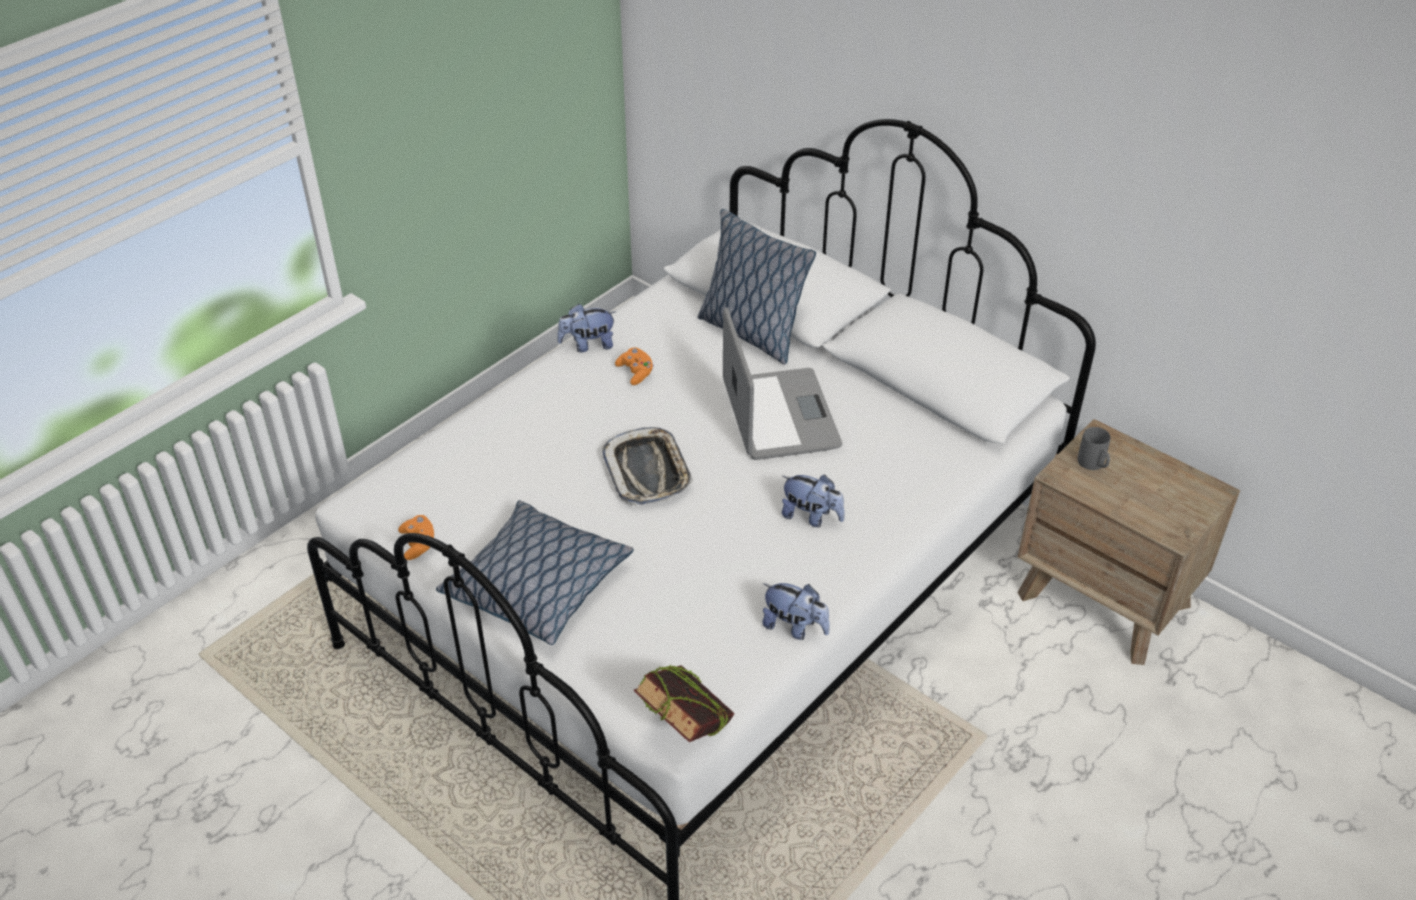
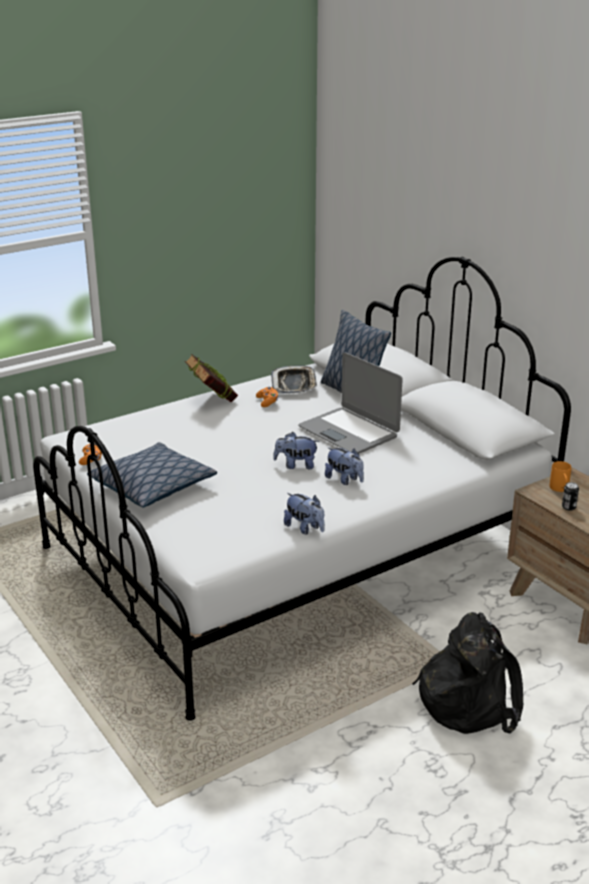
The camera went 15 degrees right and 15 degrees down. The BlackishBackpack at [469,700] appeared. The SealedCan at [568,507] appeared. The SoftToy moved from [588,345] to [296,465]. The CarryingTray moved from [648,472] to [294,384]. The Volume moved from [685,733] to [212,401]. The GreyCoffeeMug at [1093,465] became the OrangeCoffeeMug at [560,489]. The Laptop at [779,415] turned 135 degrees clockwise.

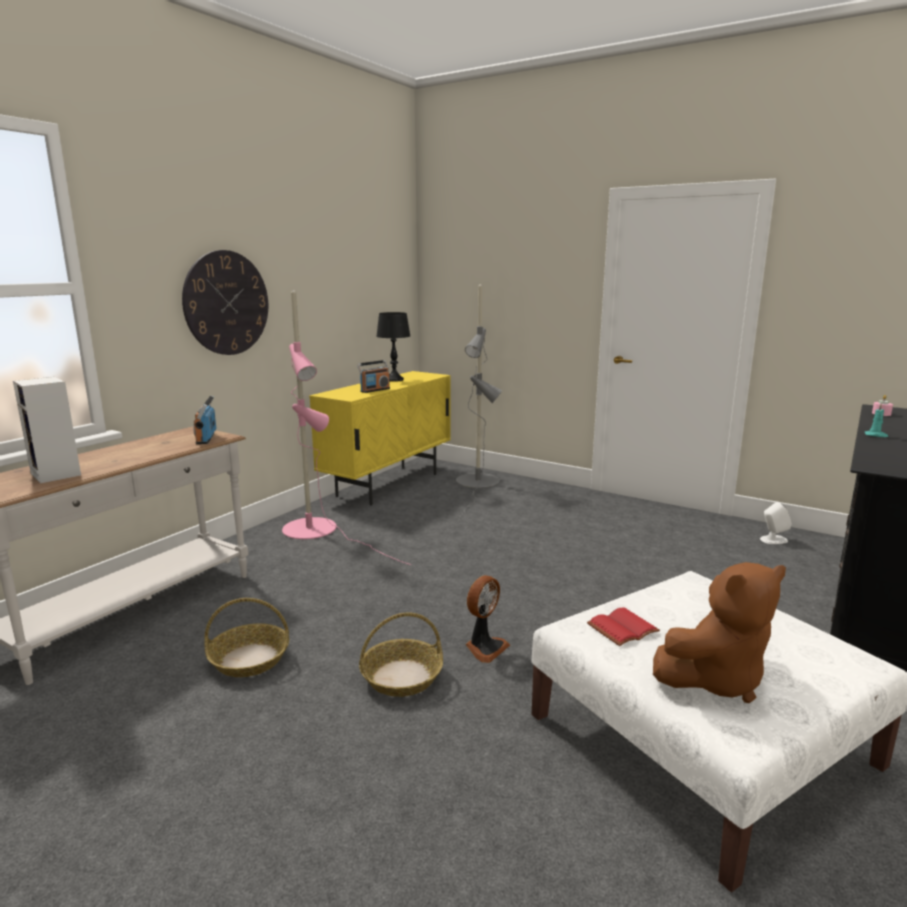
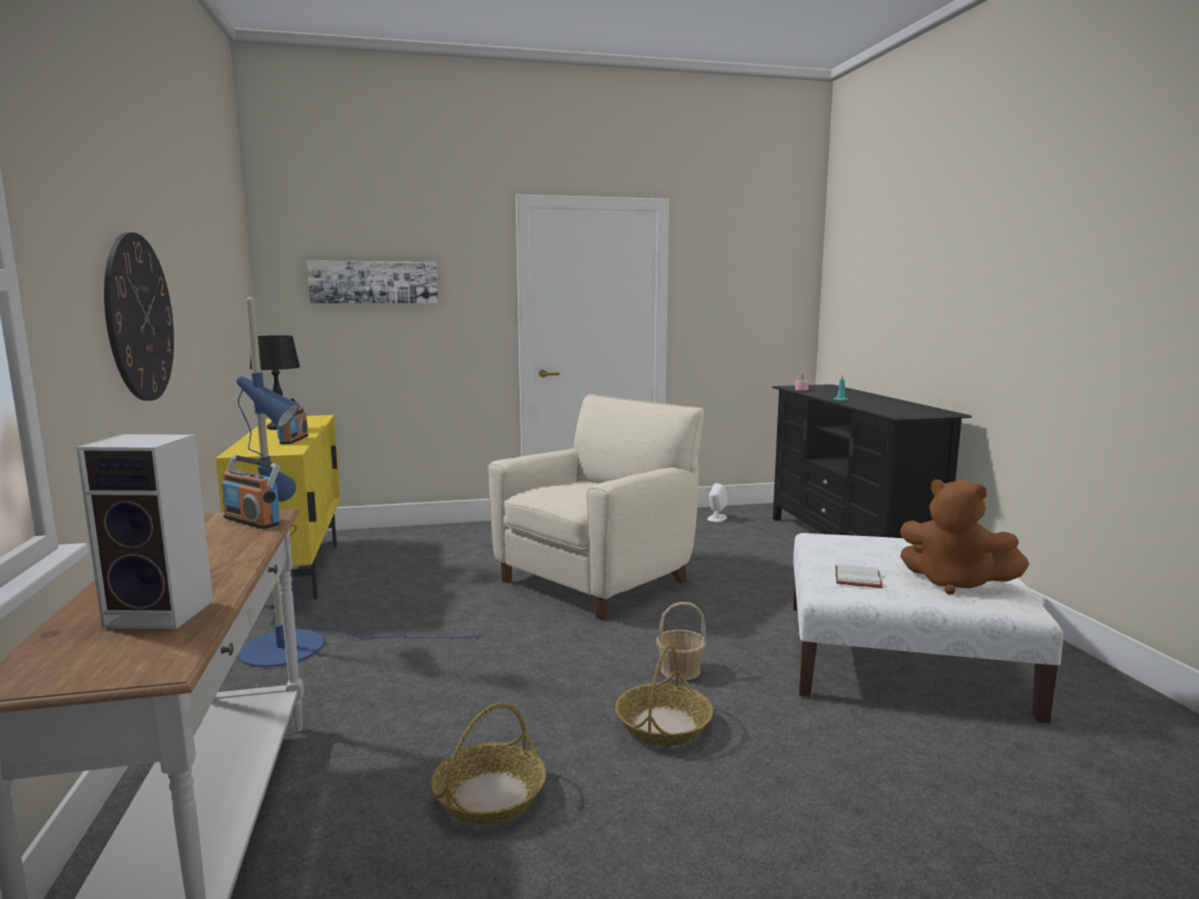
The camera went 45 degrees left and 5 degrees down. The GreyStandardLamp at [477,484] disappeared. The WallArt at [374,282] appeared. The BeigeColouredArmchair at [597,580] appeared. The ElectricFan at [485,647] was replaced by the StorageBasket at [680,670]. The PinkishStandardLamp at [318,531] became the BlueStandardLamp at [302,646]. The RedVolume at [623,629] became the WhitishVolume at [859,578]. The BrownColouredSoftToy at [715,679] turned 105 degrees clockwise.

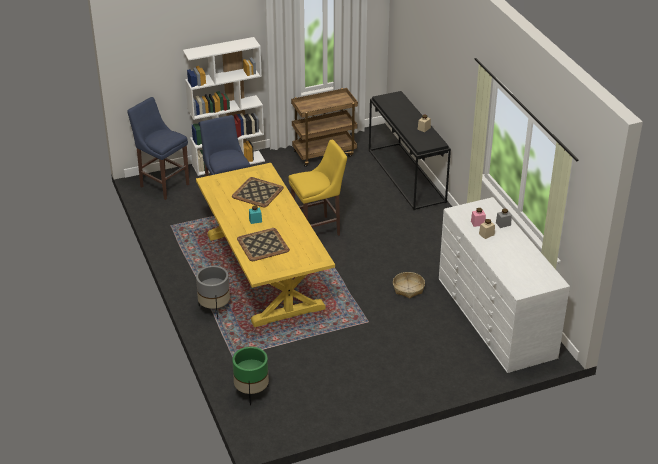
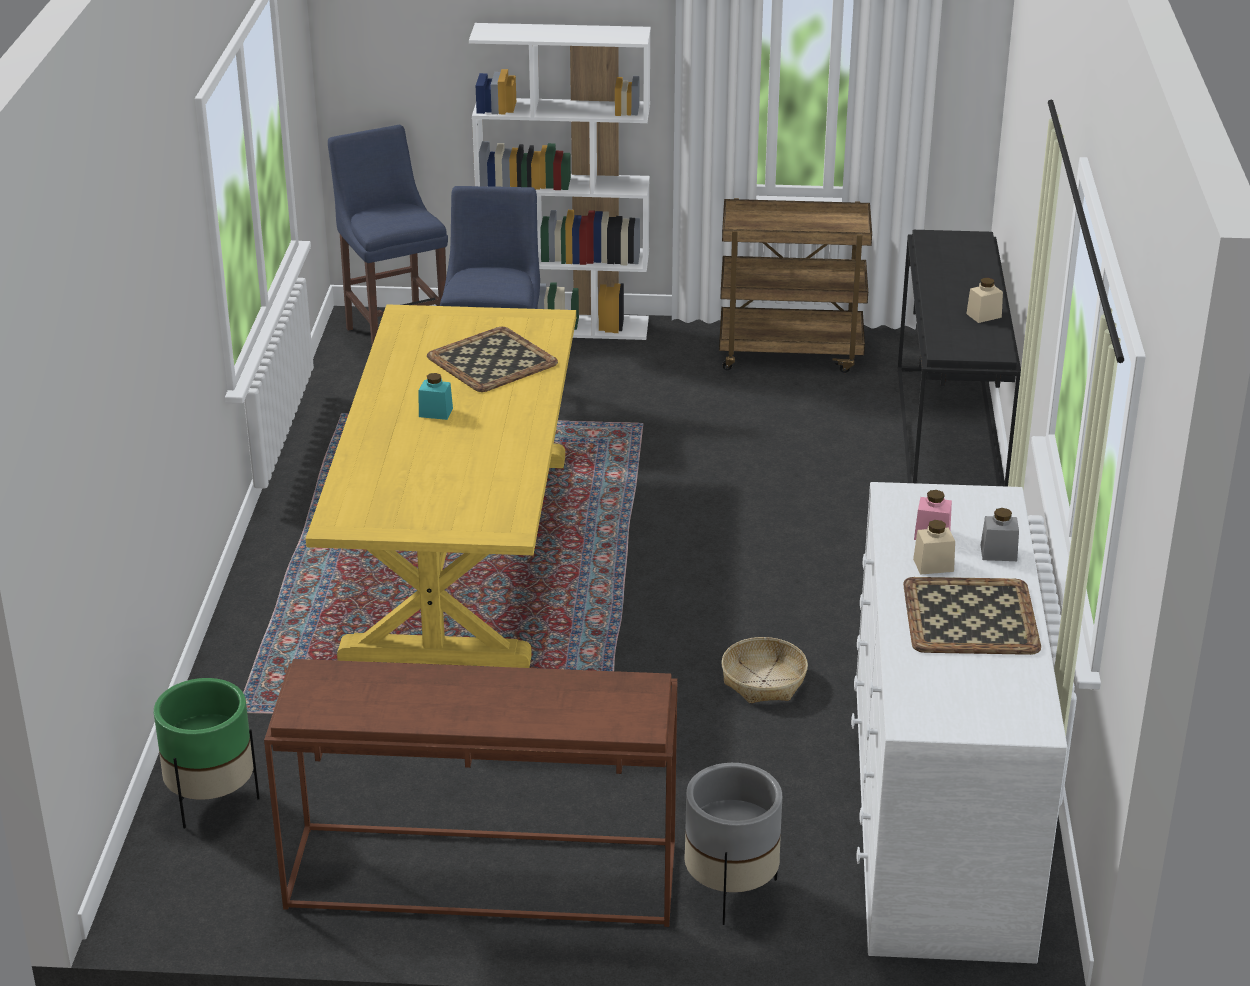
The camera went 25 degrees right and 5 degrees down. The YellowStoolSeat at [318,229] disappeared. The BrownColouredNarrowTable at [479,878] appeared. The GreyFlowerPot moved from [214,308] to [731,890]. The CarryingTray moved from [263,244] to [971,616].

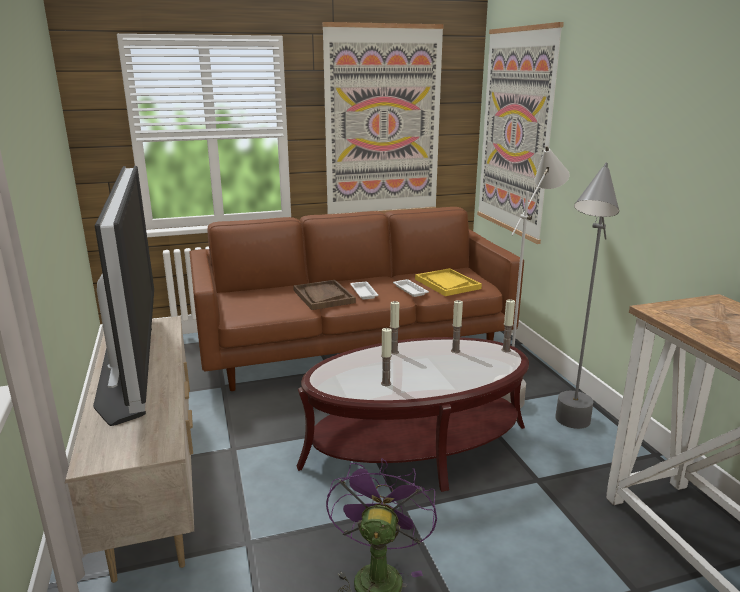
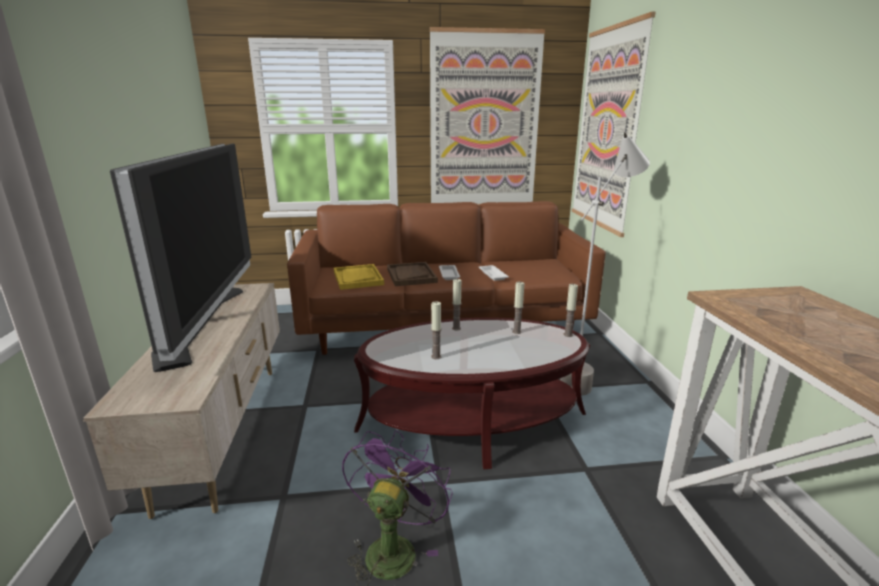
The camera went 10 degrees right and 0 degrees up. The GreyStandardLamp at [568,434] disappeared. The YellowCarryingTray moved from [447,284] to [358,278].

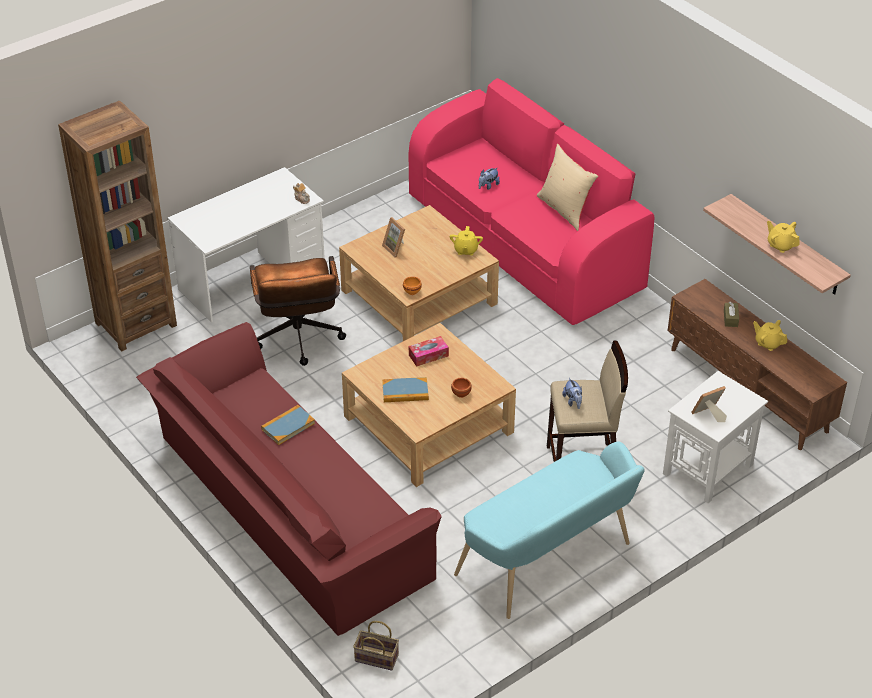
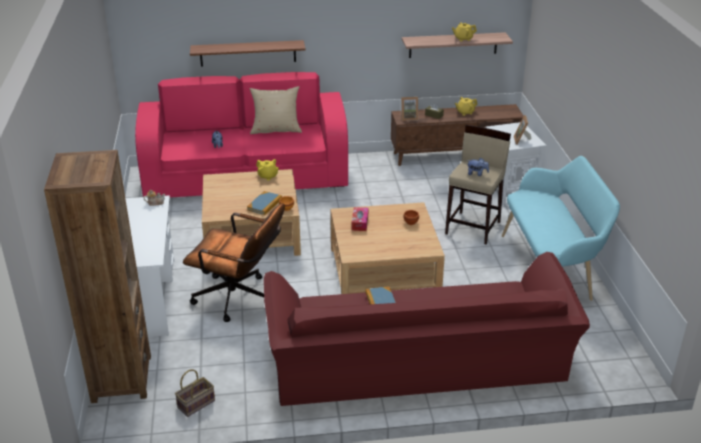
The camera went 60 degrees left and 10 degrees down. The BracketShelf at [248,53] appeared. The StorageBasket moved from [375,658] to [196,405]. The PictureFrame moved from [396,248] to [409,118]. The Volume moved from [405,392] to [264,204].

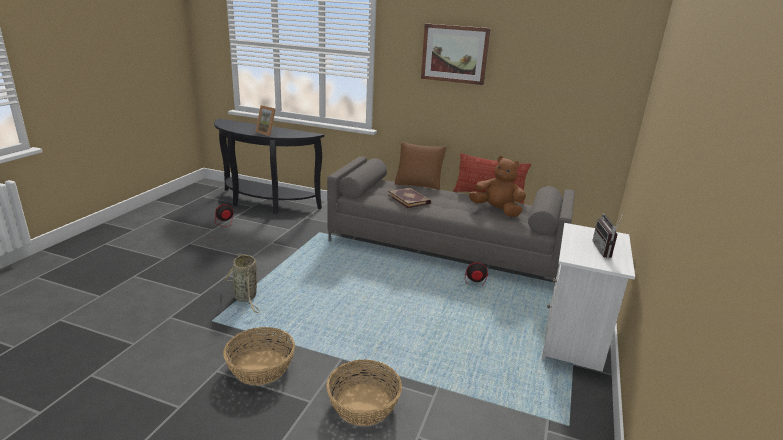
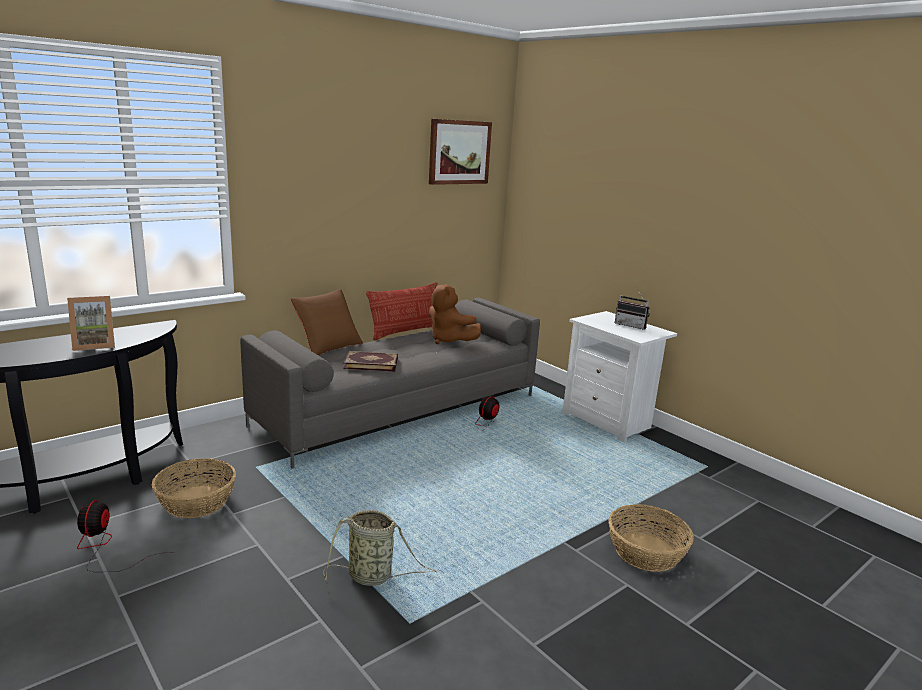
The camera went 60 degrees left and 5 degrees down. The StorageBasket moved from [261,367] to [196,501]. The WallArt moved from [454,54] to [459,152]. The BrownColouredSoftToy at [497,210] turned 105 degrees counterclockwise.

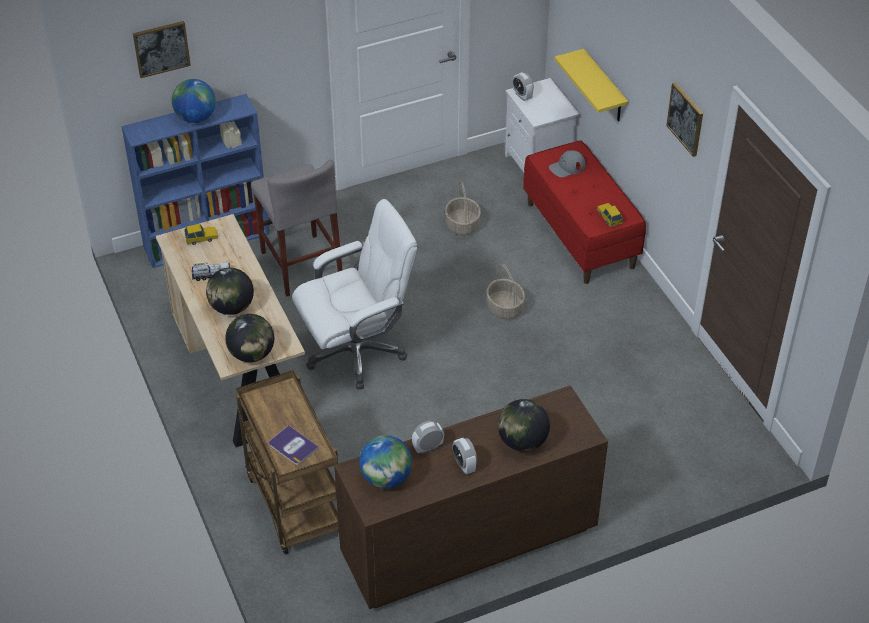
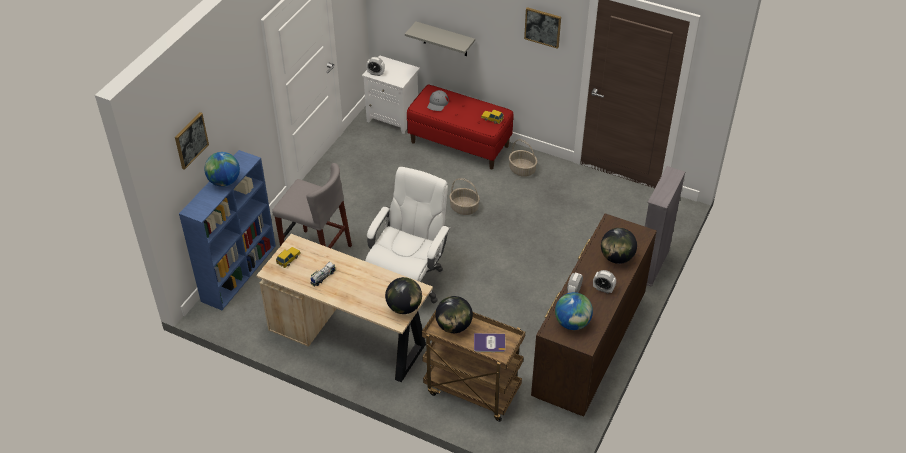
The camera went 40 degrees left and 0 degrees up. The GreyShelvingUnit at [652,265] appeared. The WorldGlobe moved from [231,307] to [453,326]. The StorageBasket moved from [462,225] to [522,170]. The YellowBracketShelf at [604,87] became the GreyBracketShelf at [445,39].

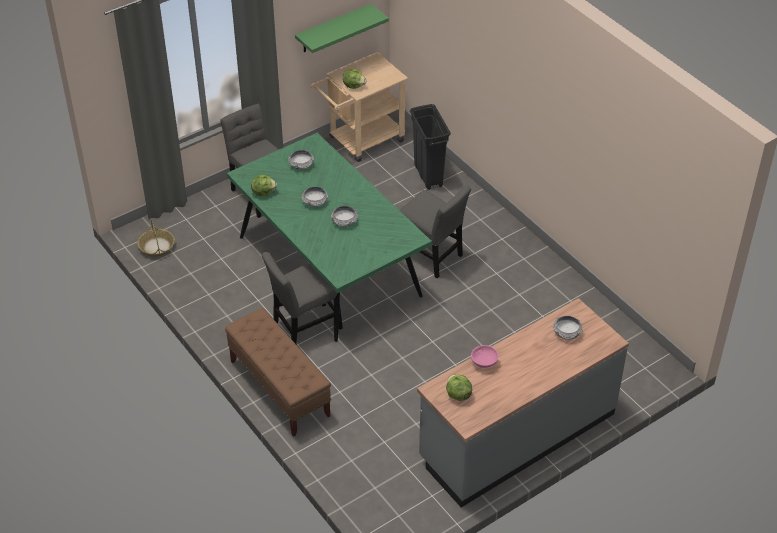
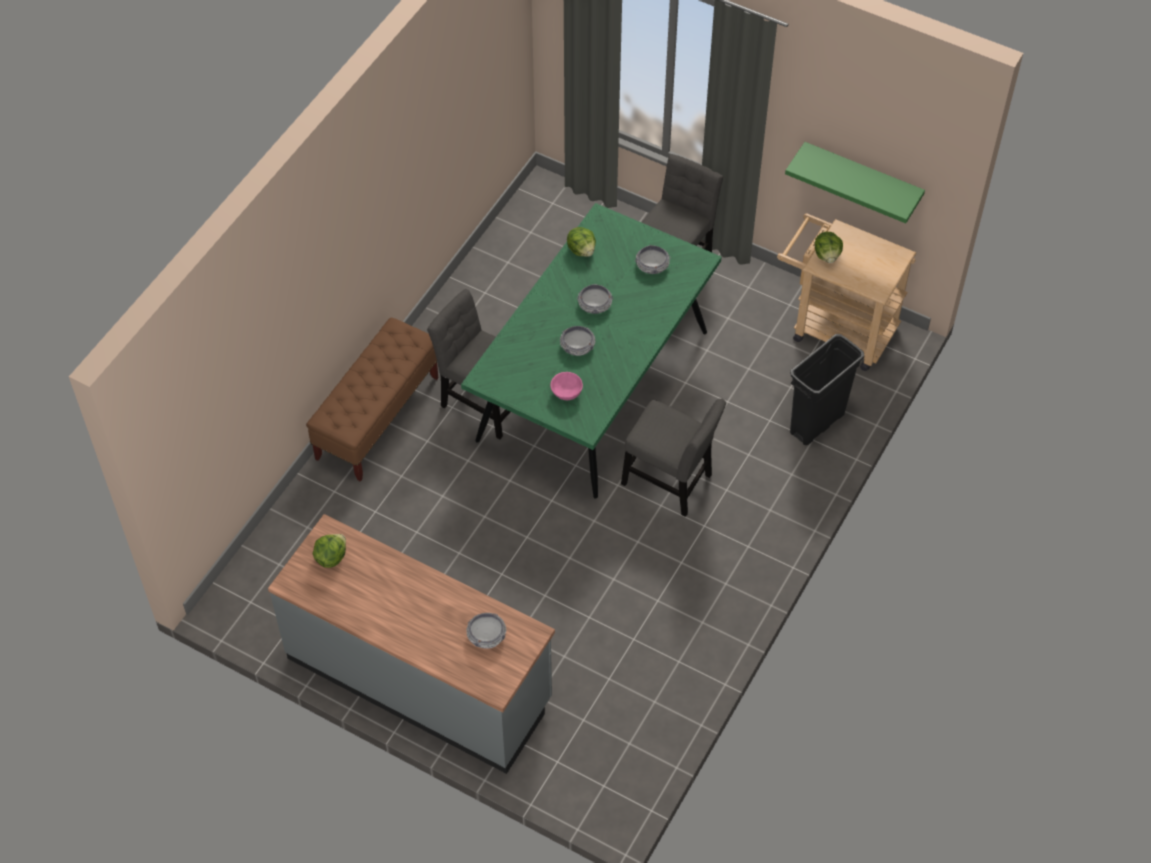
The camera went 65 degrees right and 10 degrees up. The StorageBasket at [156,246] disappeared. The PinkishBowl moved from [484,363] to [566,393]. The GreyPlainChair at [431,256] turned 75 degrees counterclockwise.

